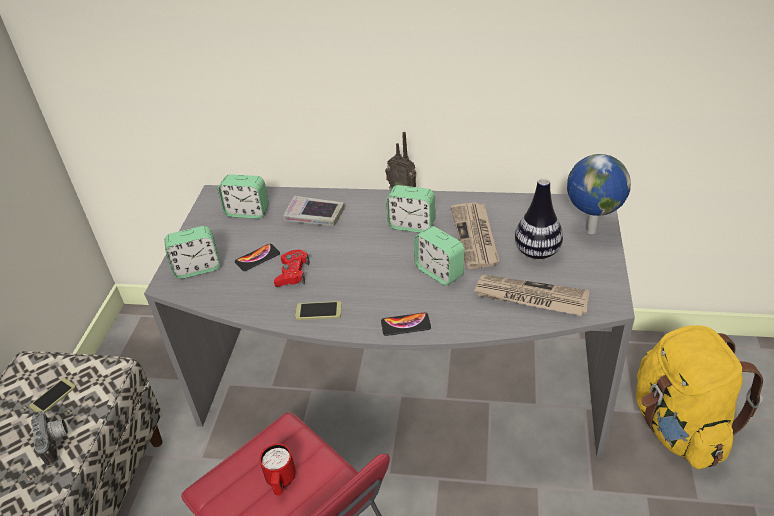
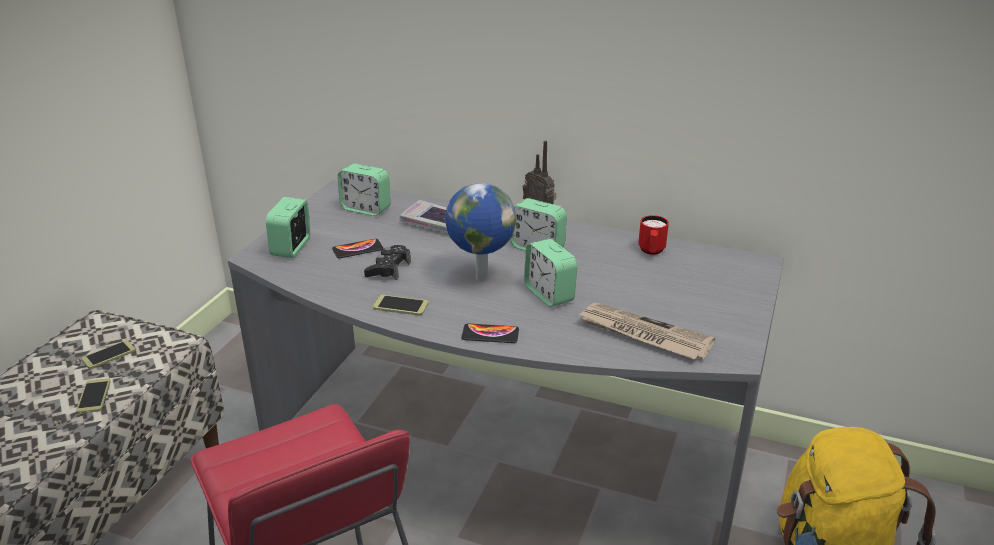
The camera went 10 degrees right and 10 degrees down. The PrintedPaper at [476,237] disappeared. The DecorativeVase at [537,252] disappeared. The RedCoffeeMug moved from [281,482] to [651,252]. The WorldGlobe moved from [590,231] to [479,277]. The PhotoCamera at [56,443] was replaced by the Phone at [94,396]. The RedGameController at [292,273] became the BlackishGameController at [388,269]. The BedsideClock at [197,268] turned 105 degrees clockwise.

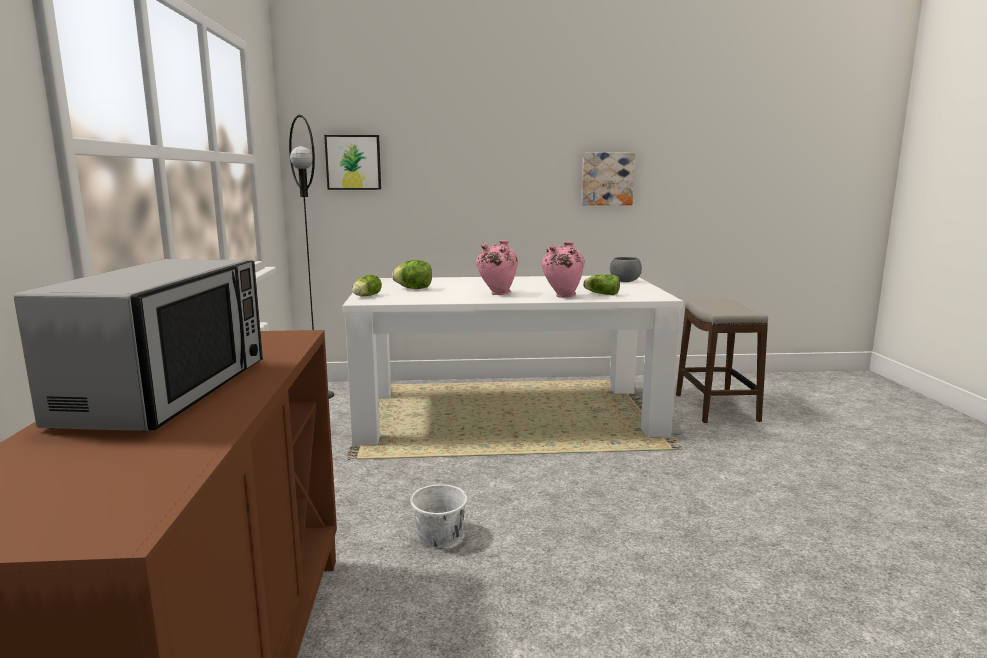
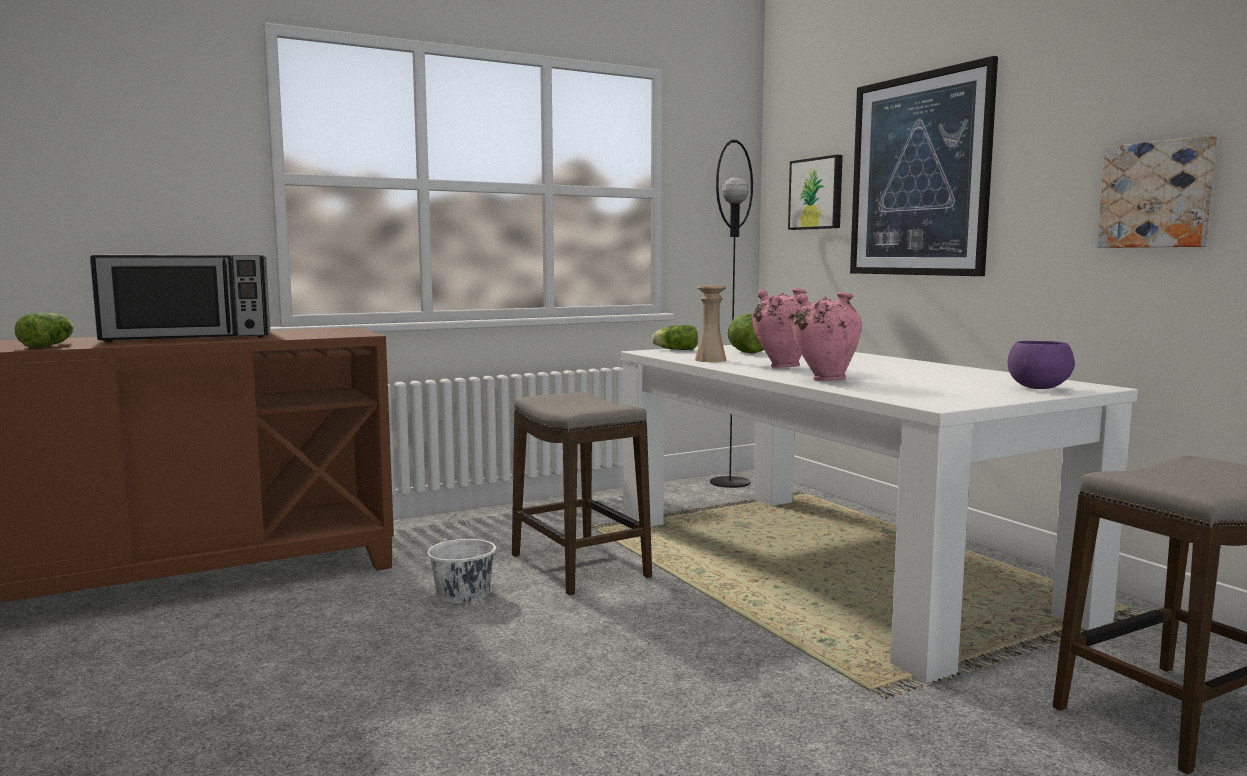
The camera went 65 degrees right and 5 degrees down. The StoolSeat at [579,567] appeared. The BeigeColouredDecorativeVase at [710,360] appeared. The WallArt at [918,175] appeared. The LettuceHead moved from [600,294] to [49,345]. The GreyBowl at [625,281] became the PurplishBowl at [1039,388].

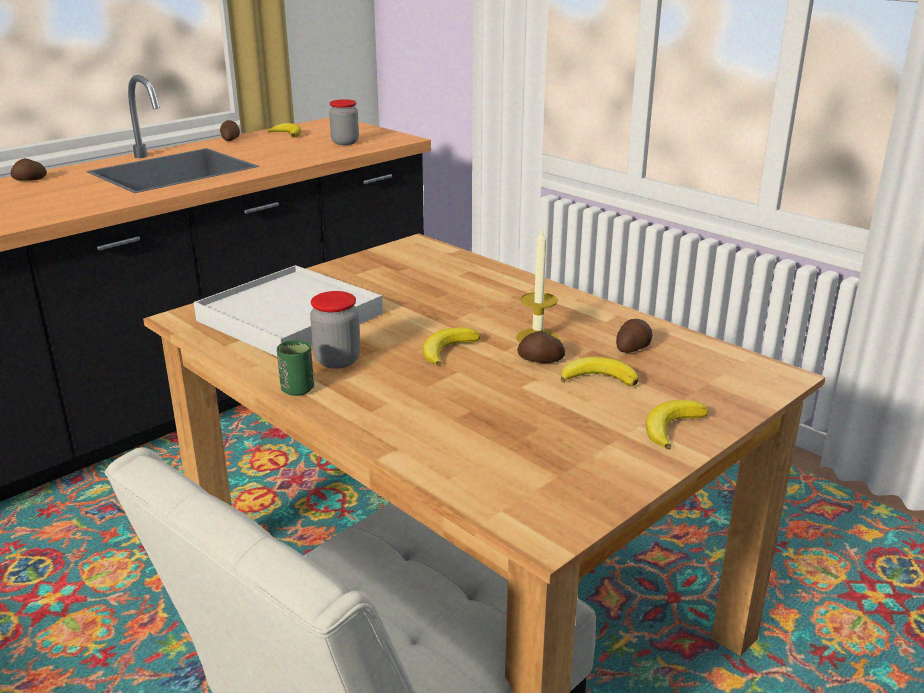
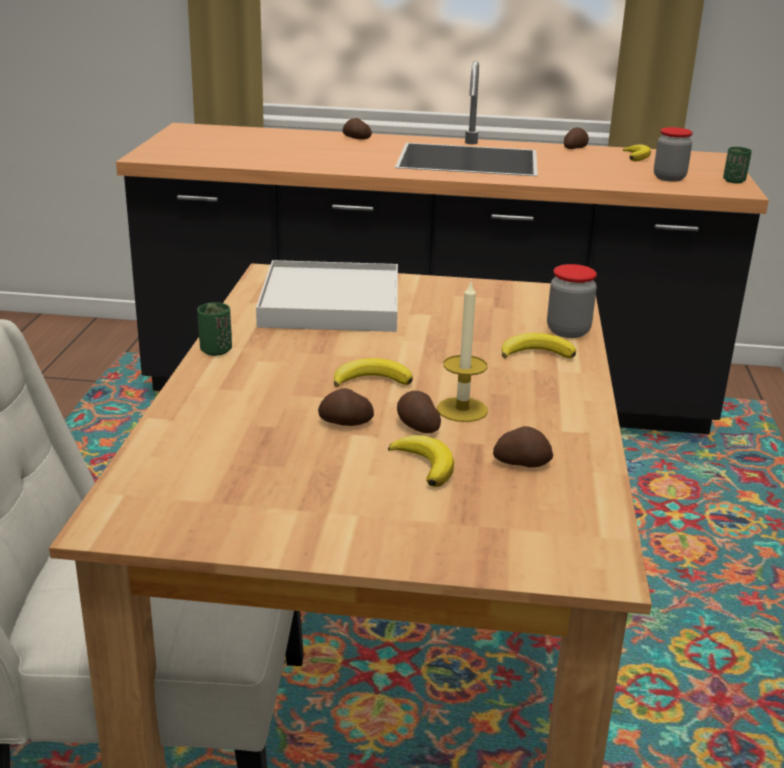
The camera went 50 degrees right and 0 degrees up. The Spud at [346,423] appeared. The GreenishDrinkingCup at [734,181] appeared. The PreserveJar moved from [337,360] to [568,331]. The WholeBanana moved from [672,427] to [536,353].

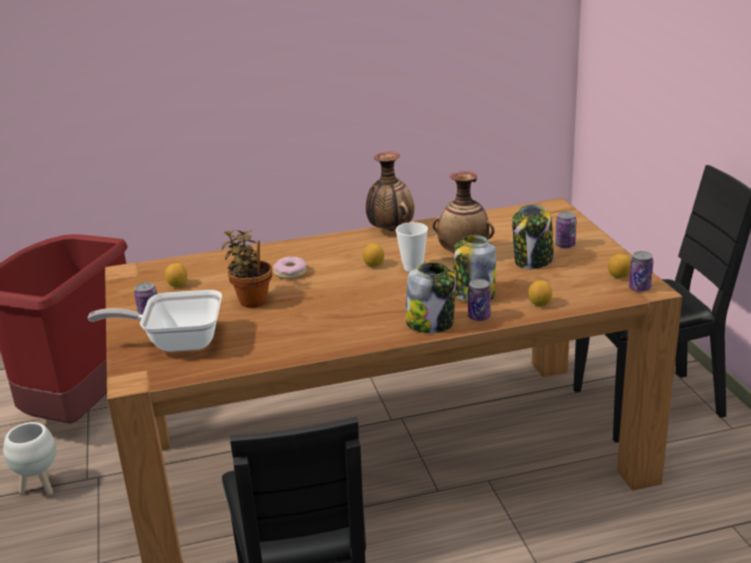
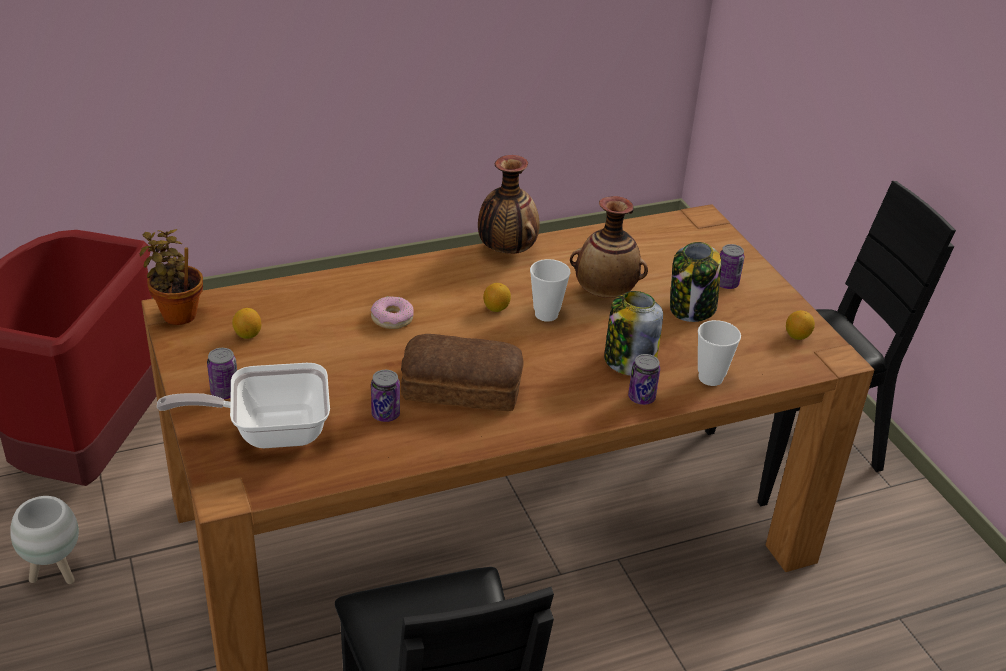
The camera went 10 degrees left and 10 degrees up. The PreserveJar at [431,323] disappeared. The Bread at [463,389] appeared. The PlantInAPot moved from [252,300] to [177,313]. The SealedCan moved from [639,288] to [385,414]. The CitrusFruit at [539,304] was replaced by the DrinkingCup at [710,378].

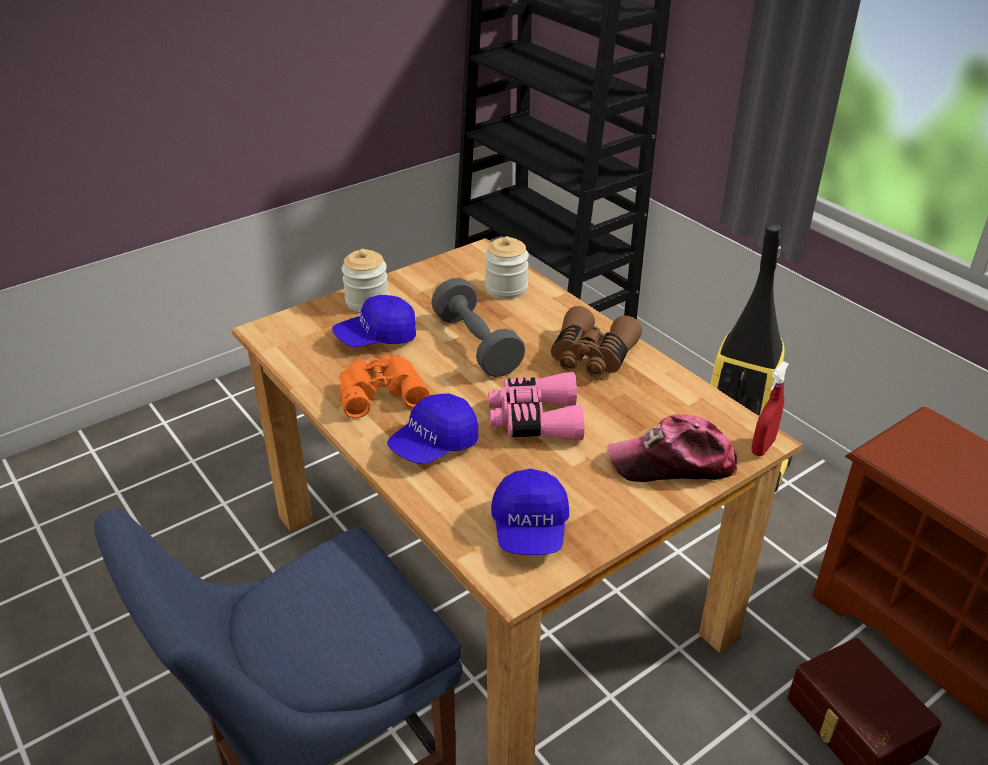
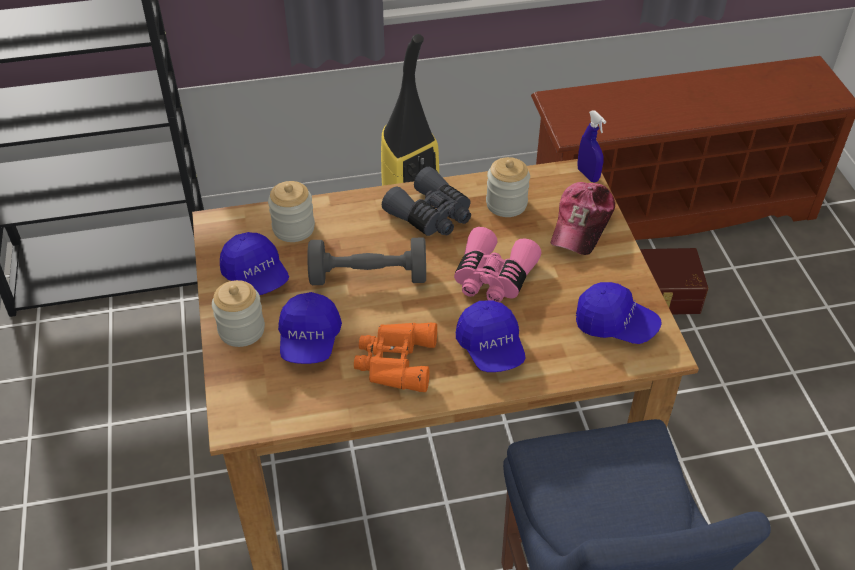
The camera went 65 degrees left and 10 degrees up. The BlueBaseballCap at [256,276] appeared. The PreserveJar at [506,204] appeared. The BrownColouredPairOfBinoculars at [591,356] became the GreyPairOfBinoculars at [431,215]. The RedHandSprayer at [763,447] became the BlueHandSprayer at [588,175].

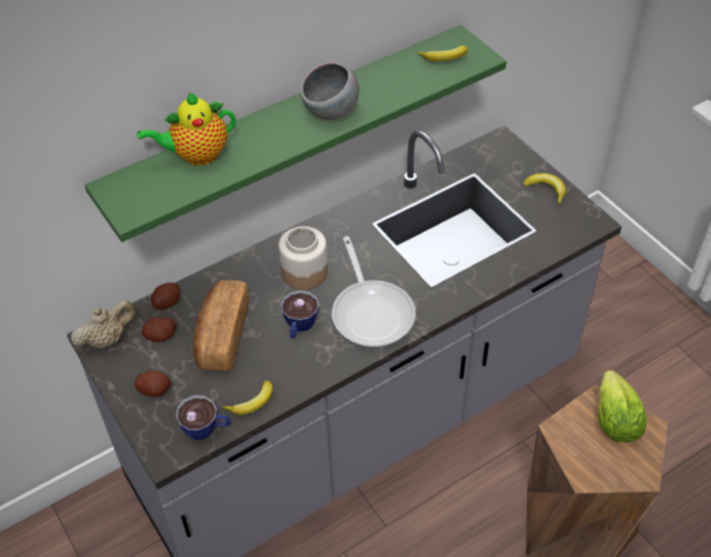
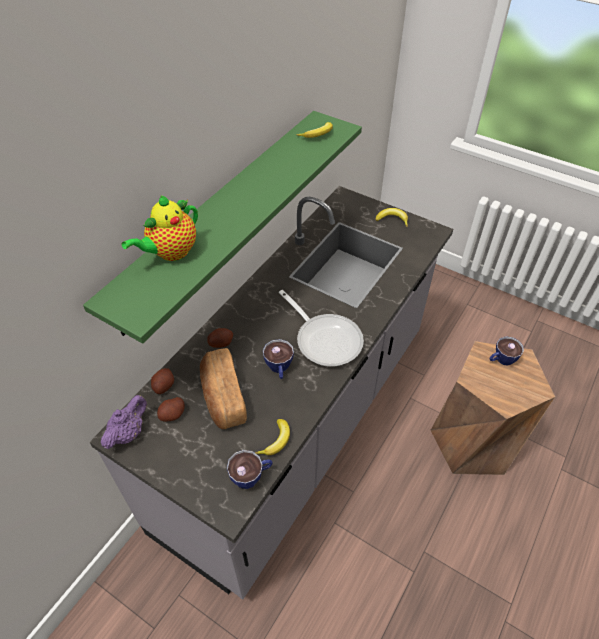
The camera went 25 degrees left and 0 degrees up. The PreserveJar at [304,272] disappeared. The GreyBowl at [331,112] disappeared. The Spud moved from [154,389] to [221,343]. The LettuceHead at [614,420] was replaced by the DrinkingCup at [501,360]. The BeigeColouredTeaPot at [108,339] became the PurplishTeaPot at [128,433].

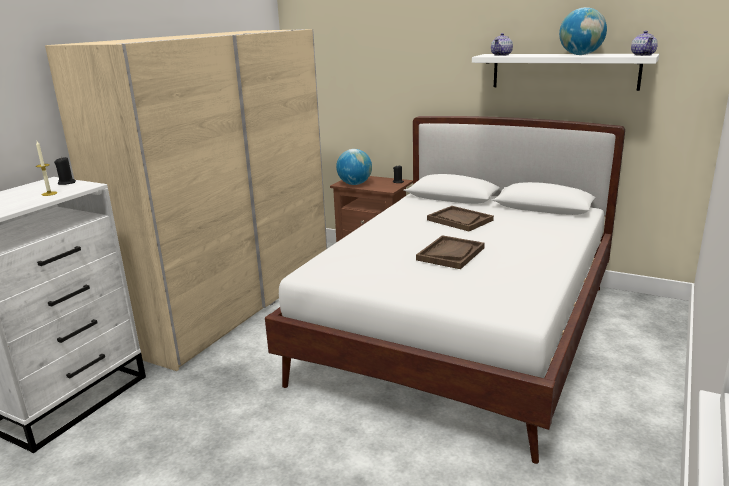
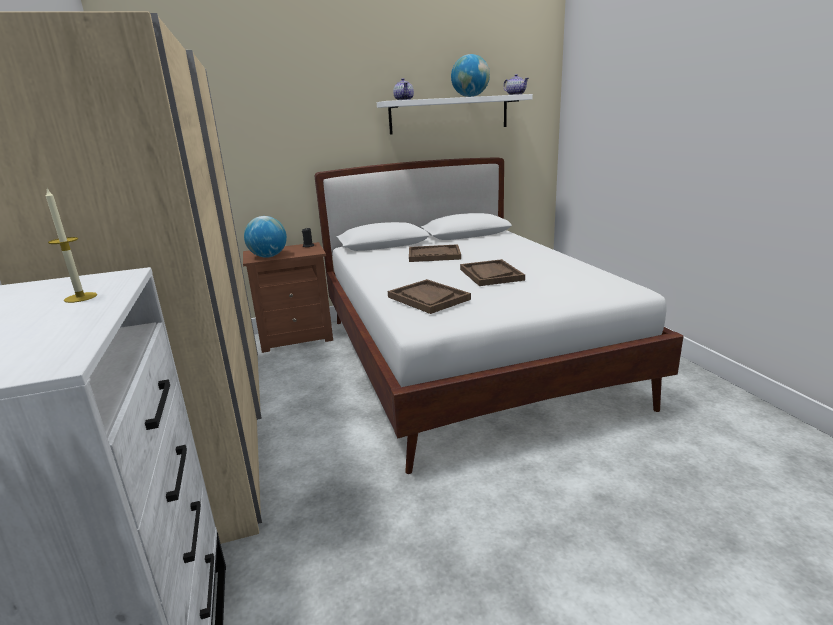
The camera went 45 degrees left and 0 degrees up. The BlackishWaxLight at [67,183] disappeared. The BrownColouredCarryingTray at [428,298] appeared.

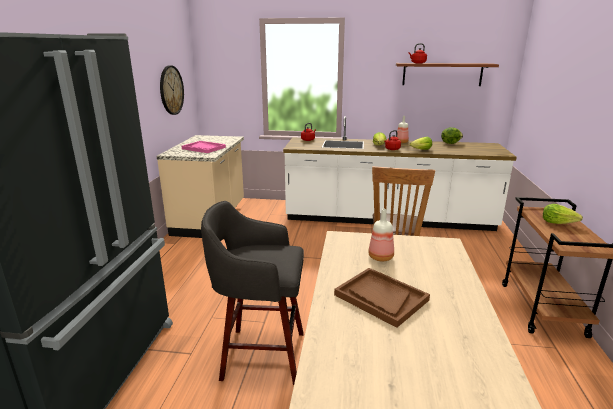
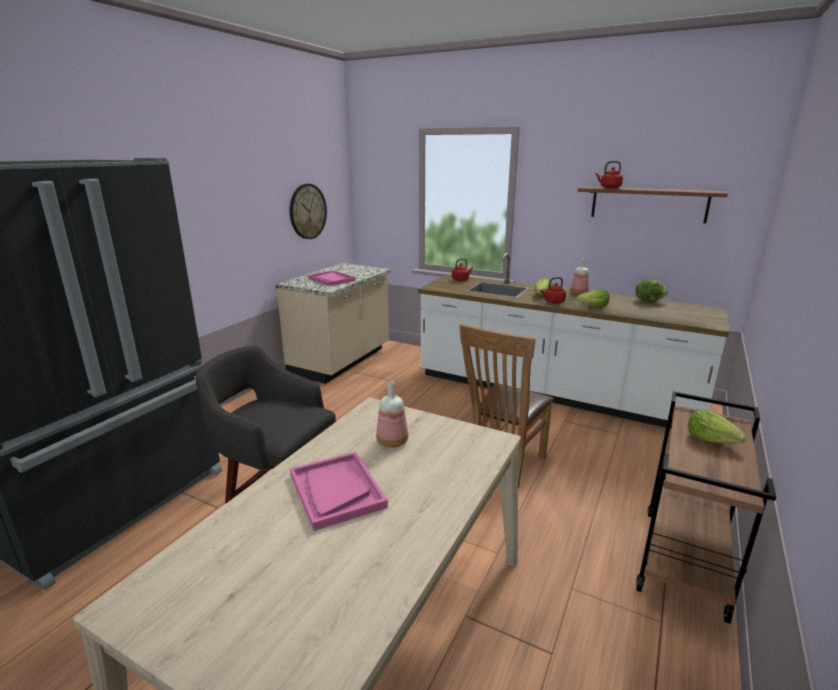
The camera went 20 degrees right and 0 degrees up. The BrownColouredCarryingTray at [380,297] became the PinkishCarryingTray at [336,490].

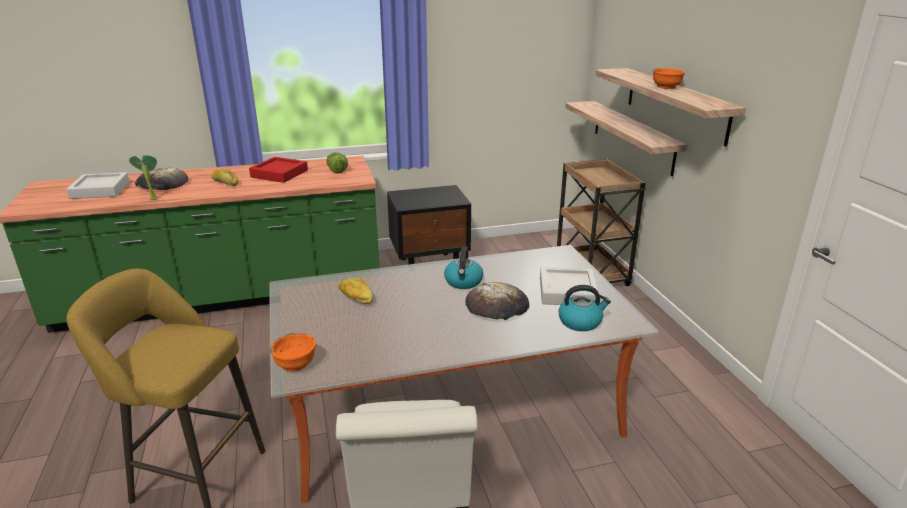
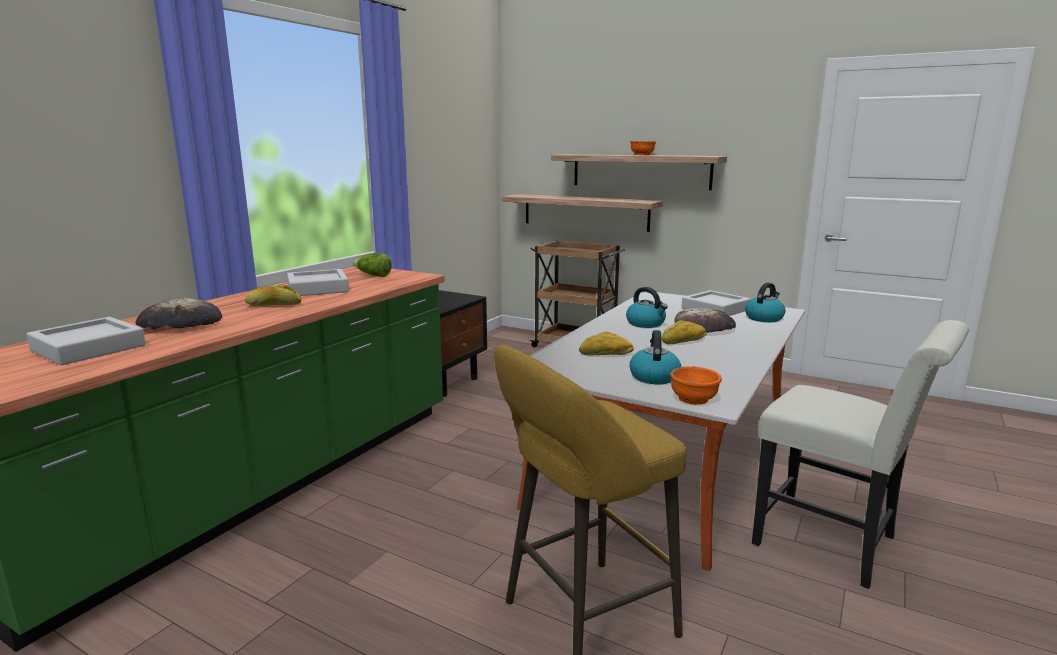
The camera went 45 degrees left and 10 degrees down. The PlantInAPot at [152,199] disappeared. The WaterKettle at [654,377] appeared. The Bread at [684,341] appeared. The RedCarryingTray at [279,174] became the GreyCarryingTray at [318,288].

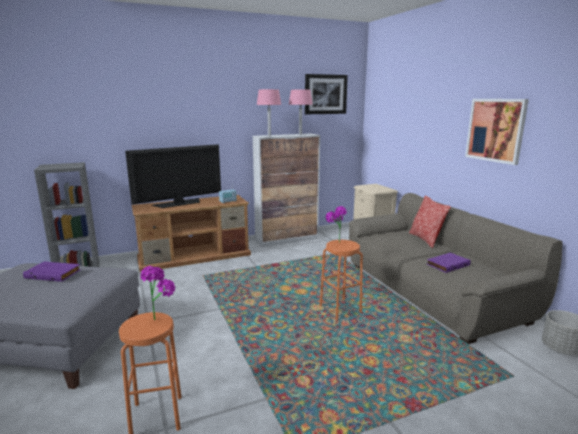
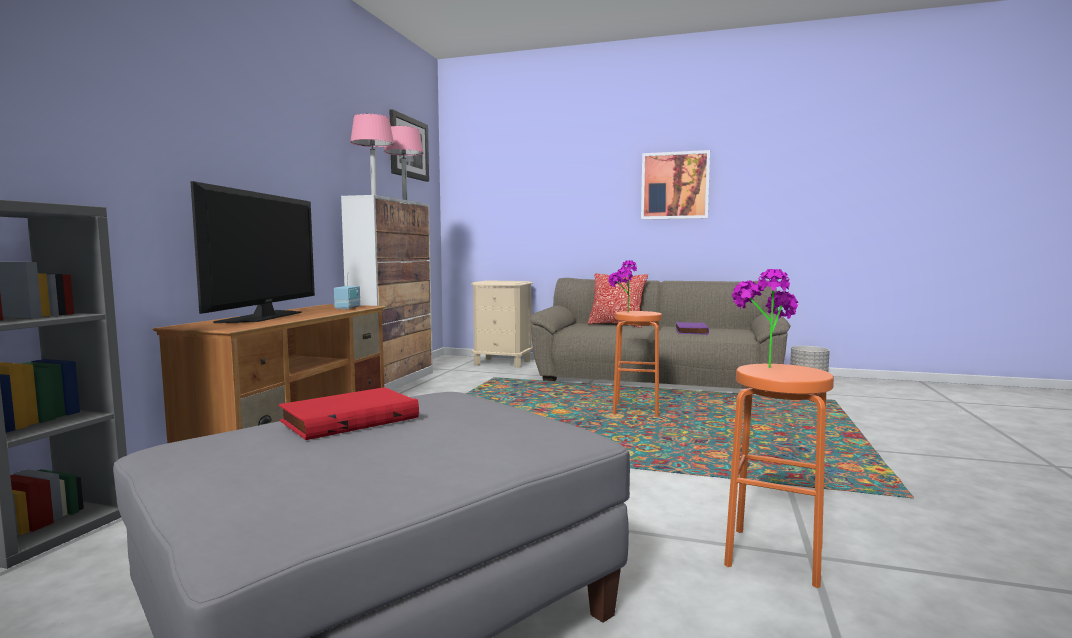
The camera went 50 degrees left and 10 degrees down. The PurplishVolume at [54,273] became the RedVolume at [349,419].

